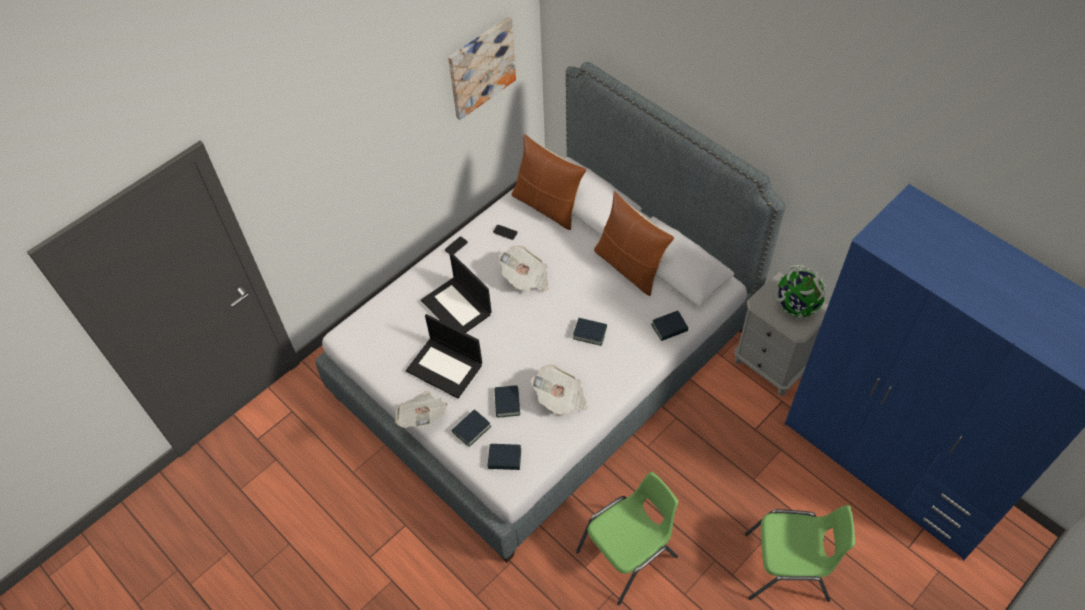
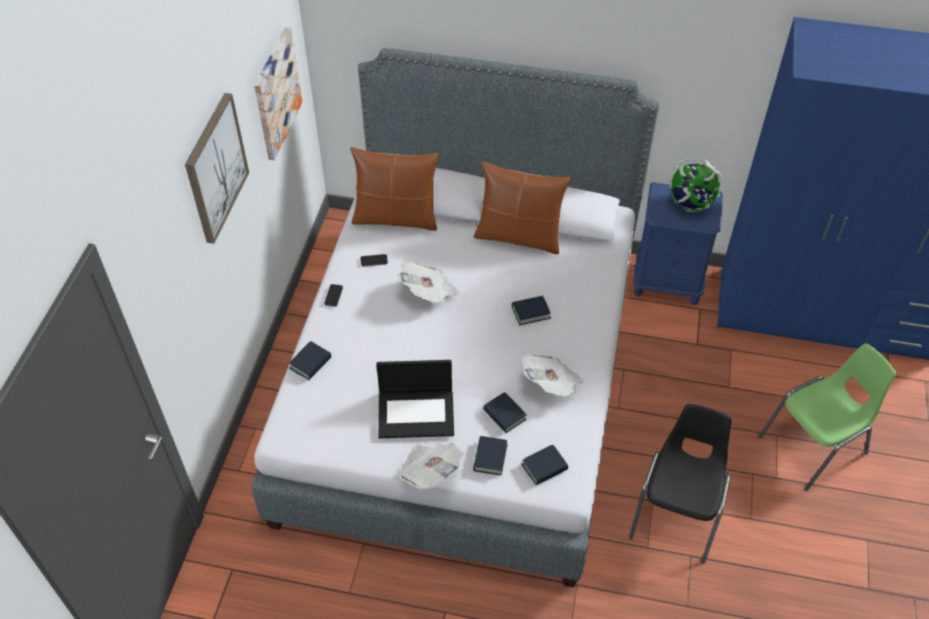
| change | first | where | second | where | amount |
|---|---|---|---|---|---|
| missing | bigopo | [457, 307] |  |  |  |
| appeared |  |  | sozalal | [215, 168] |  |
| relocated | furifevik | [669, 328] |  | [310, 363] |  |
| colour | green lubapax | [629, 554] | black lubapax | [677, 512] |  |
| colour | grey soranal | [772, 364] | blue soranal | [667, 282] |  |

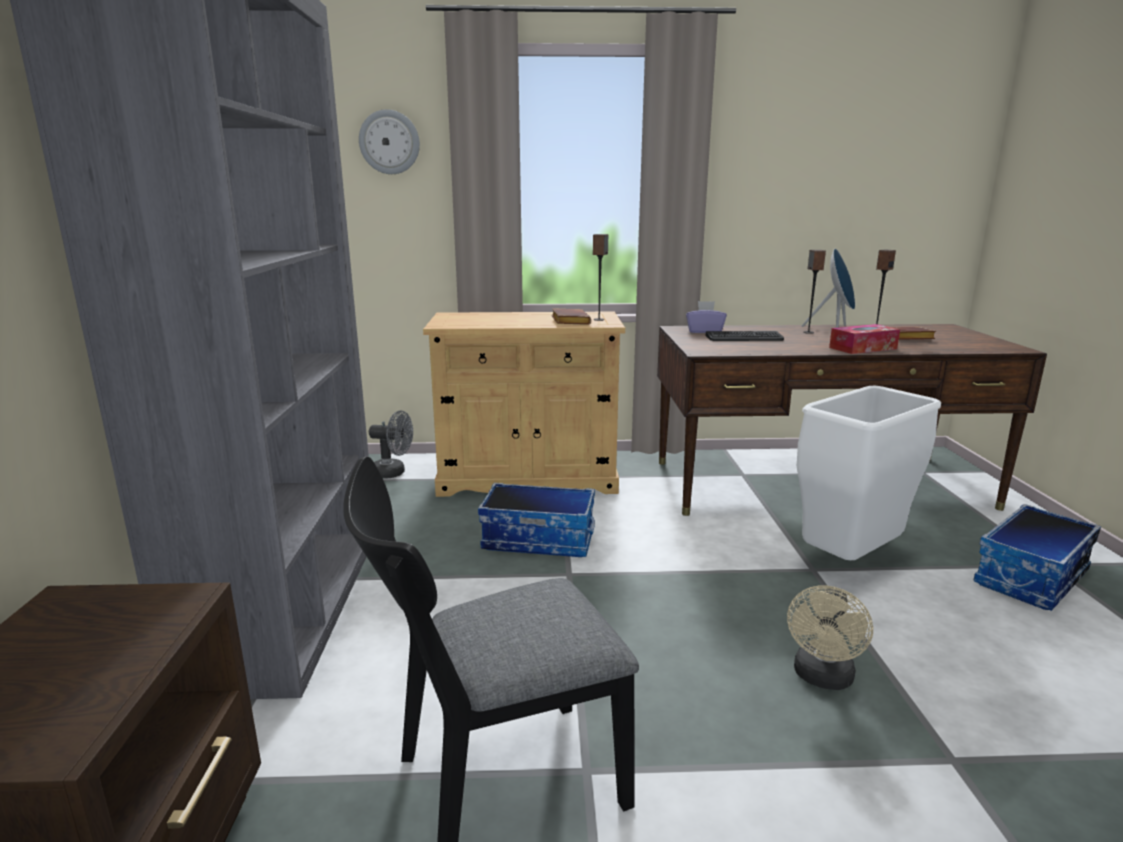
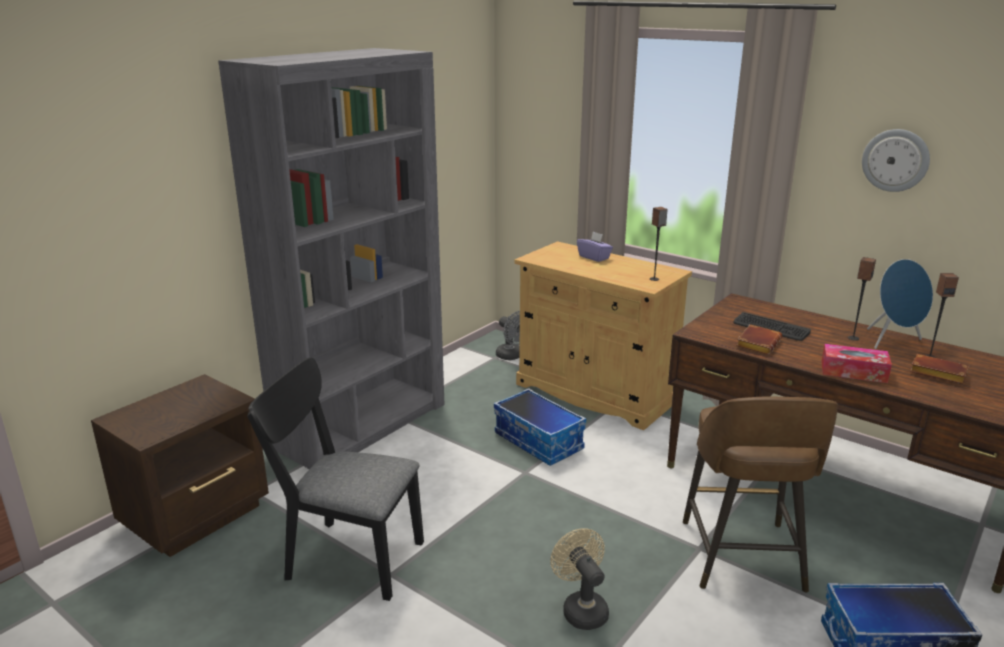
| change | first | where | second | where | amount |
|---|---|---|---|---|---|
| relocated | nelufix | [389, 142] |  | [895, 160] |  |
| relocated | brown furifevik | [568, 321] |  | [757, 343] |  |
| relocated | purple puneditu | [704, 331] |  | [594, 257] |  |
| exchanged | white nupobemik | [851, 561] | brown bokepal | [742, 558] |  |
| spun | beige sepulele | [822, 678] |  | [581, 608] | 90 degrees clockwise |

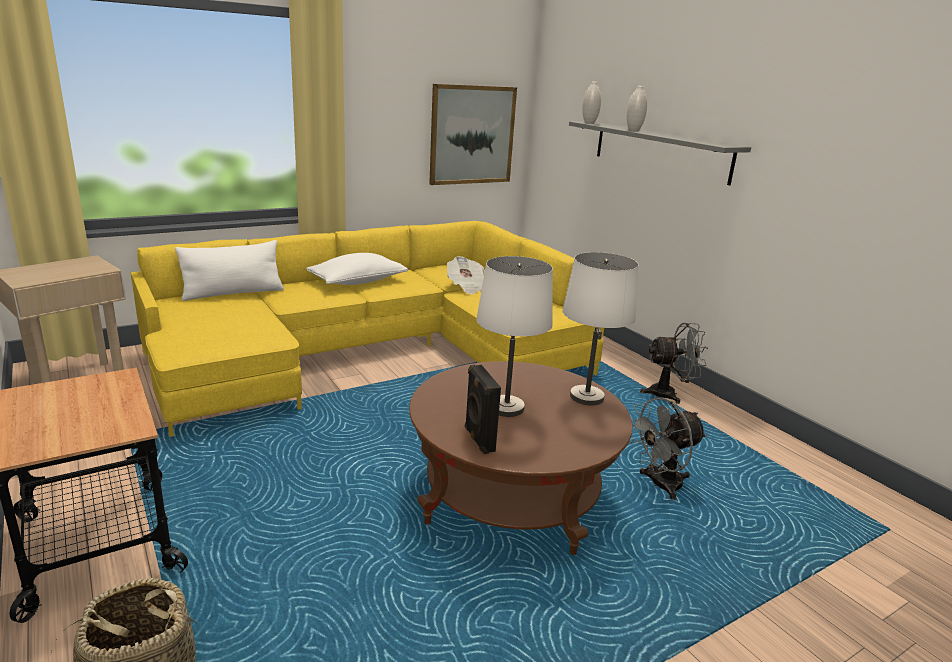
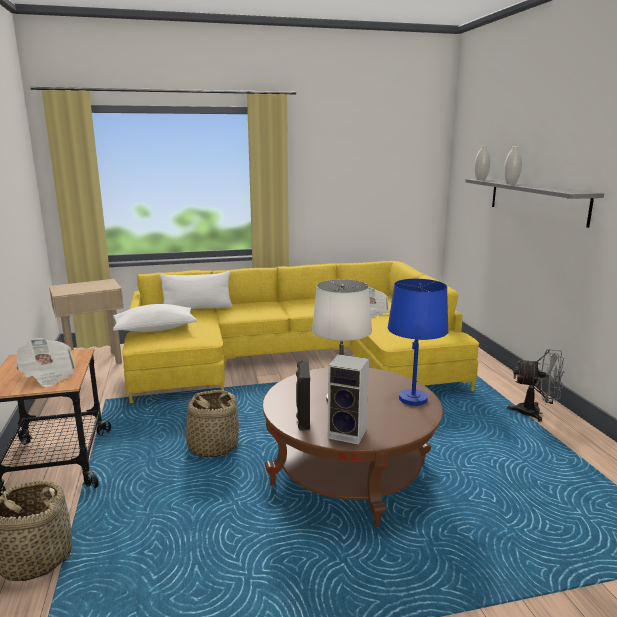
| change | first | where | second | where | amount |
|---|---|---|---|---|---|
| missing | sozalal | [472, 135] |  |  |  |
| missing | grey sepulele | [659, 485] |  |  |  |
| appeared |  |  | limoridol | [48, 375] |  |
| appeared |  |  | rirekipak | [213, 446] |  |
| appeared |  |  | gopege | [349, 434] |  |
| relocated | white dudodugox | [357, 282] |  | [155, 329] |  |
| colour | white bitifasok | [586, 397] | blue bitifasok | [412, 399] |  |

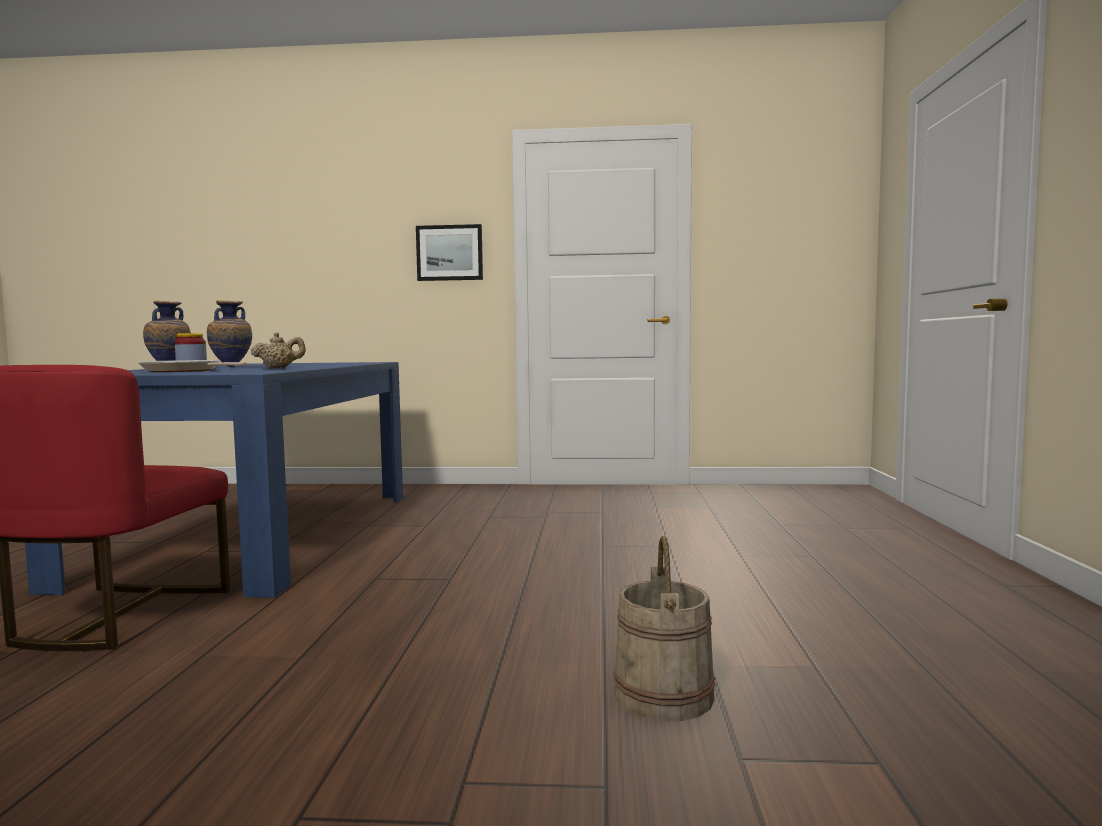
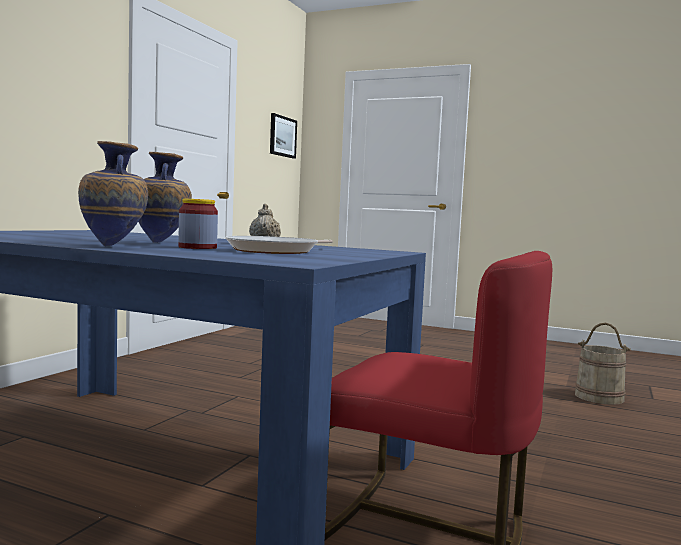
| change | first | where | second | where | amount |
|---|---|---|---|---|---|
| relocated | sozalal | [449, 253] |  | [282, 136] |  |

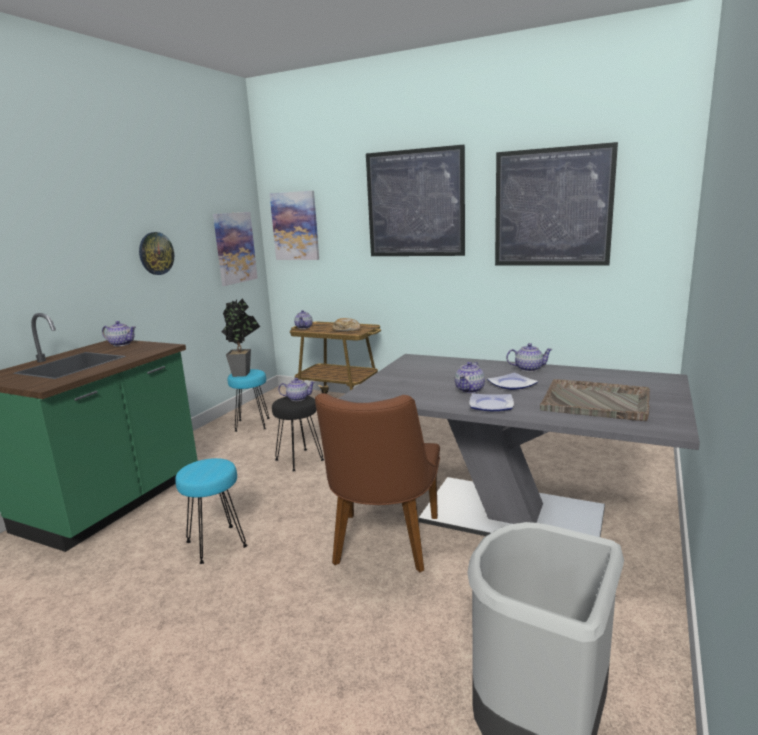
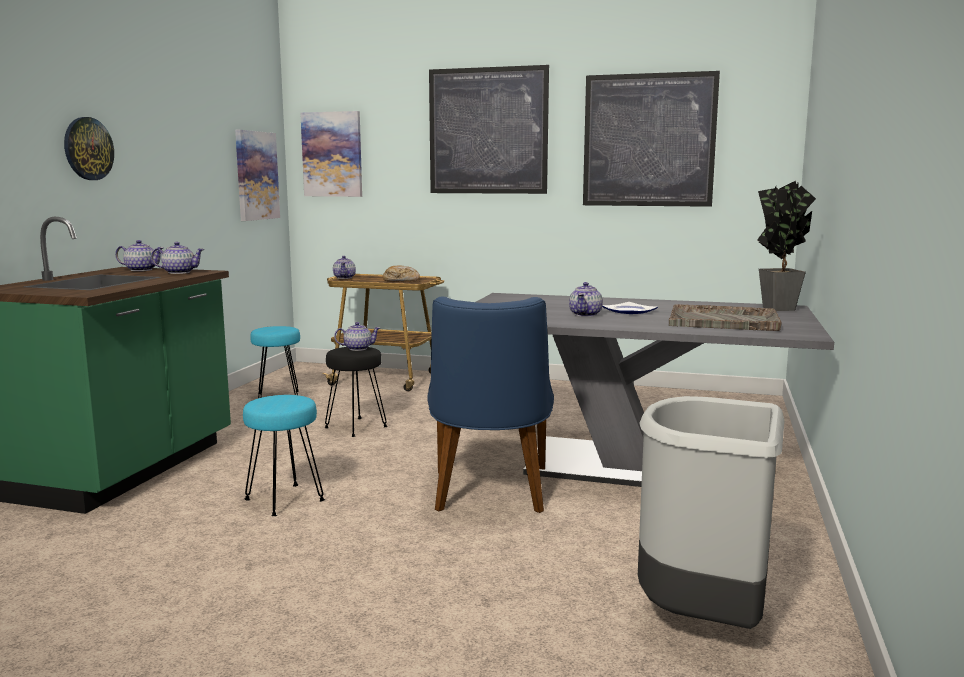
| change | first | where | second | where | amount |
|---|---|---|---|---|---|
| missing | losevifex | [492, 405] |  |  |  |
| relocated | nelufix | [156, 253] |  | [88, 148] |  |
| relocated | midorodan | [243, 373] |  | [779, 308] |  |
| relocated | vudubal | [528, 369] |  | [179, 272] |  |
| colour | brown lubapax | [382, 548] | blue lubapax | [489, 496] |  |

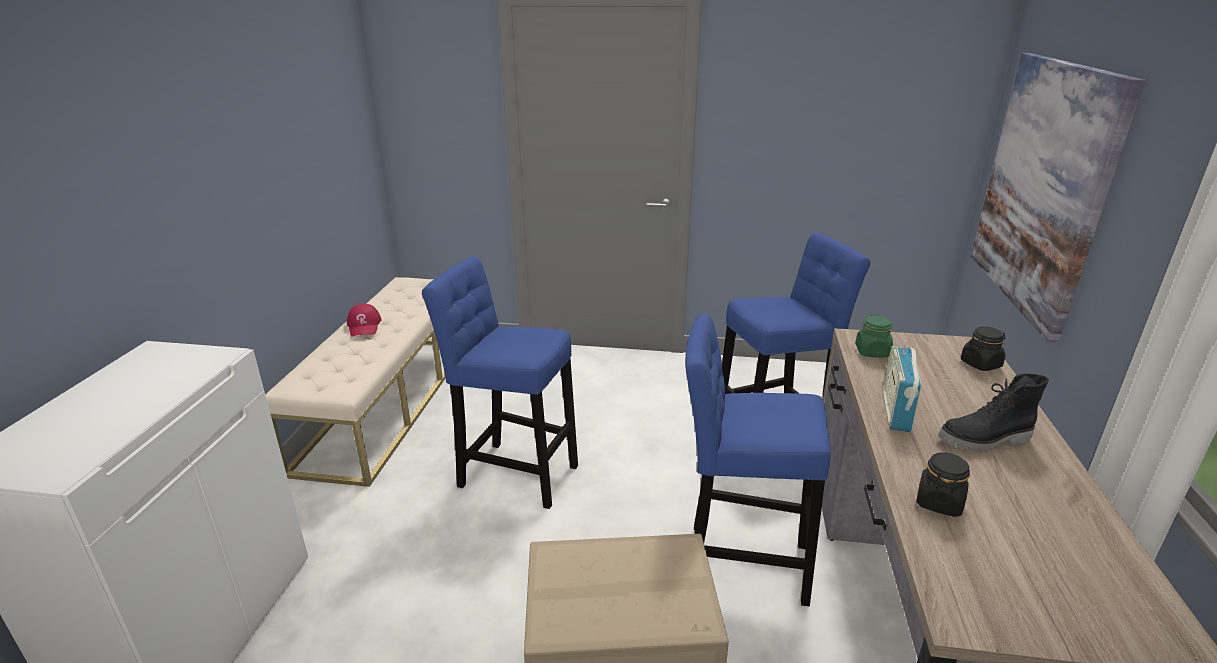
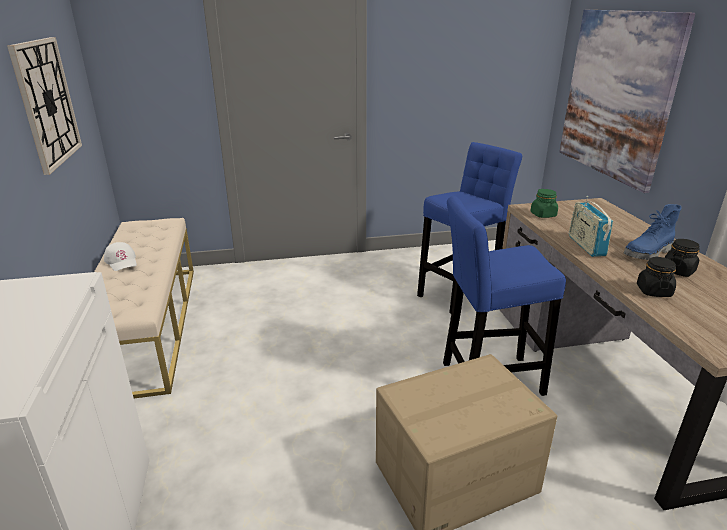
| change | first | where | second | where | amount |
|---|---|---|---|---|---|
| missing | blue bokepal | [513, 473] |  |  |  |
| appeared |  |  | nelufix | [47, 102] |  |
| relocated | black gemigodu | [980, 364] |  | [678, 271] |  |
| colour | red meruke | [364, 326] | white meruke | [122, 261] |  |
| colour | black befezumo | [985, 441] | blue befezumo | [648, 253] |  |

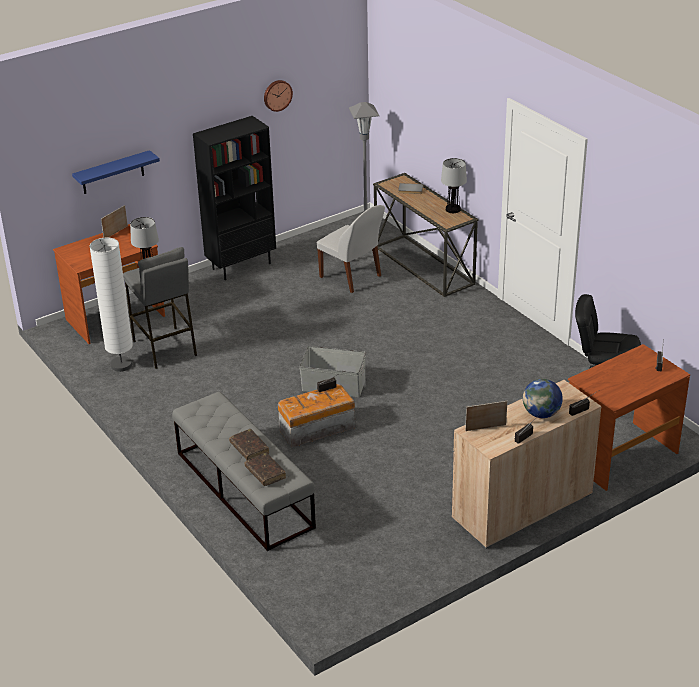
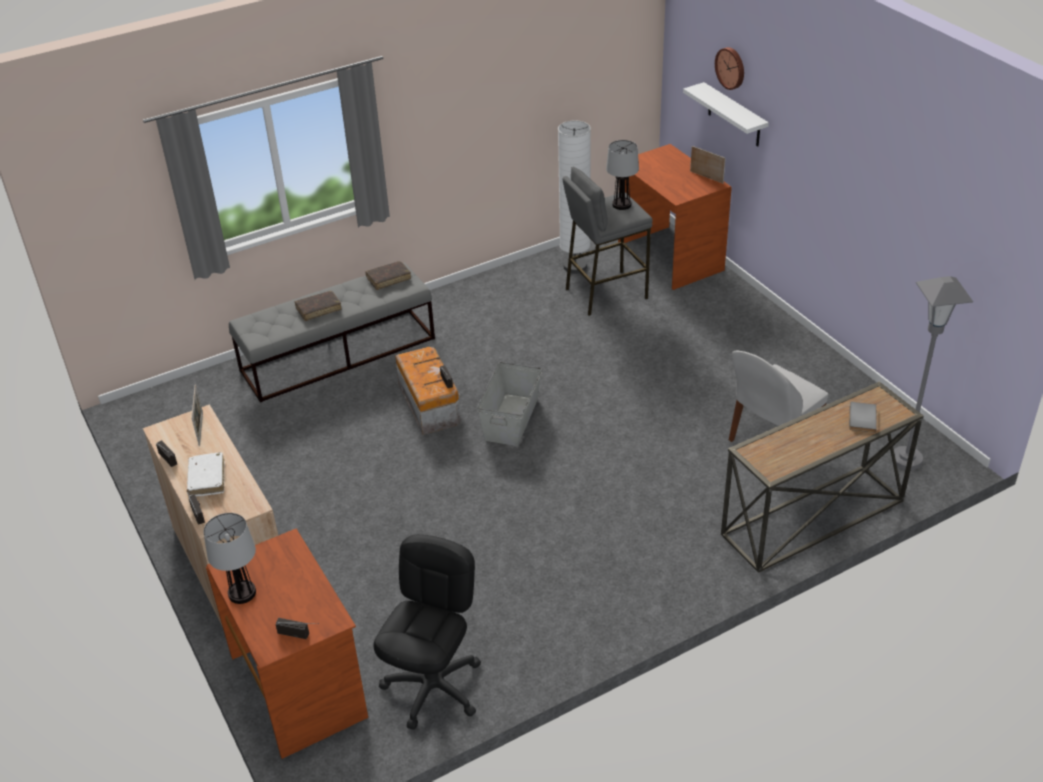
| change | first | where | second | where | amount |
|---|---|---|---|---|---|
| missing | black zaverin | [241, 266] |  |  |  |
| relocated | brown furifevik | [265, 473] |  | [388, 279] |  |
| relocated | nelufix | [277, 95] |  | [731, 68] |  |
| relocated | bitifasok | [453, 209] |  | [242, 593] |  |
| exchanged | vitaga | [541, 414] | white furifevik | [207, 479] |  |
| colour | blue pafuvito | [112, 173] | white pafuvito | [734, 115] |  |

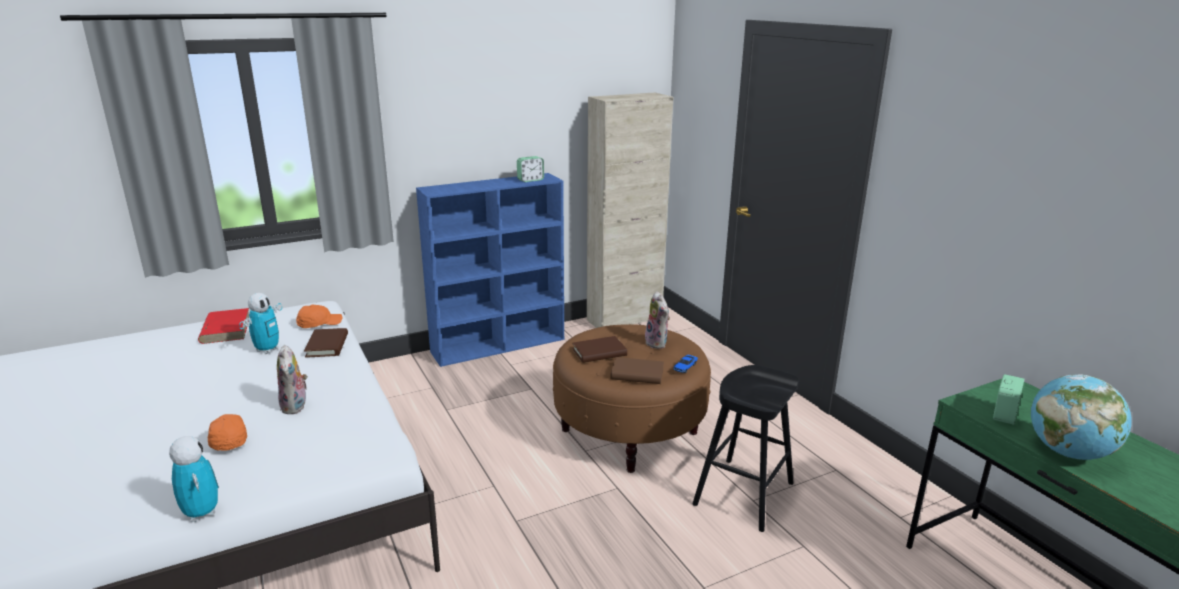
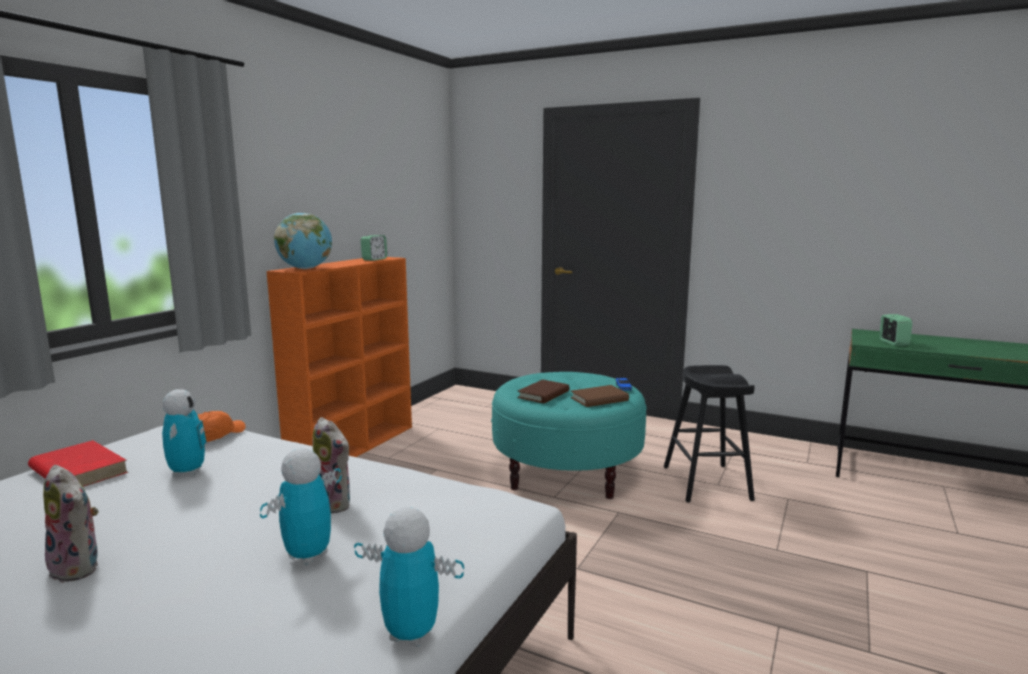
| change | first | where | second | where | amount |
|---|---|---|---|---|---|
| missing | brown furifevik | [327, 345] |  |  |  |
| missing | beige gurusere | [624, 319] |  |  |  |
| relocated | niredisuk | [658, 343] |  | [79, 567] |  |
| relocated | vitaga | [1068, 452] |  | [305, 269] |  |
| exchanged | orange meruke | [229, 439] | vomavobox | [308, 556] |  |
| colour | blue zaverin | [499, 345] | orange zaverin | [354, 446] |  |
| colour | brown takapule | [629, 431] | turquoise takapule | [567, 472] |  |

